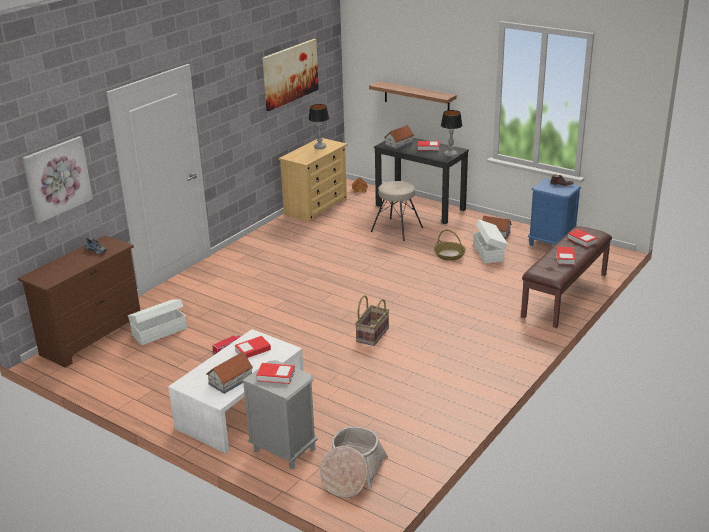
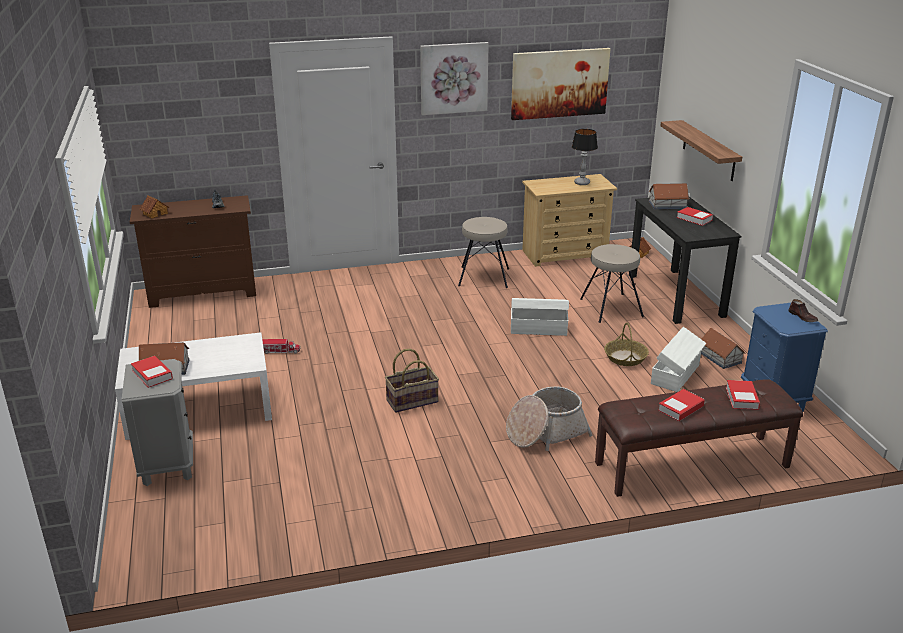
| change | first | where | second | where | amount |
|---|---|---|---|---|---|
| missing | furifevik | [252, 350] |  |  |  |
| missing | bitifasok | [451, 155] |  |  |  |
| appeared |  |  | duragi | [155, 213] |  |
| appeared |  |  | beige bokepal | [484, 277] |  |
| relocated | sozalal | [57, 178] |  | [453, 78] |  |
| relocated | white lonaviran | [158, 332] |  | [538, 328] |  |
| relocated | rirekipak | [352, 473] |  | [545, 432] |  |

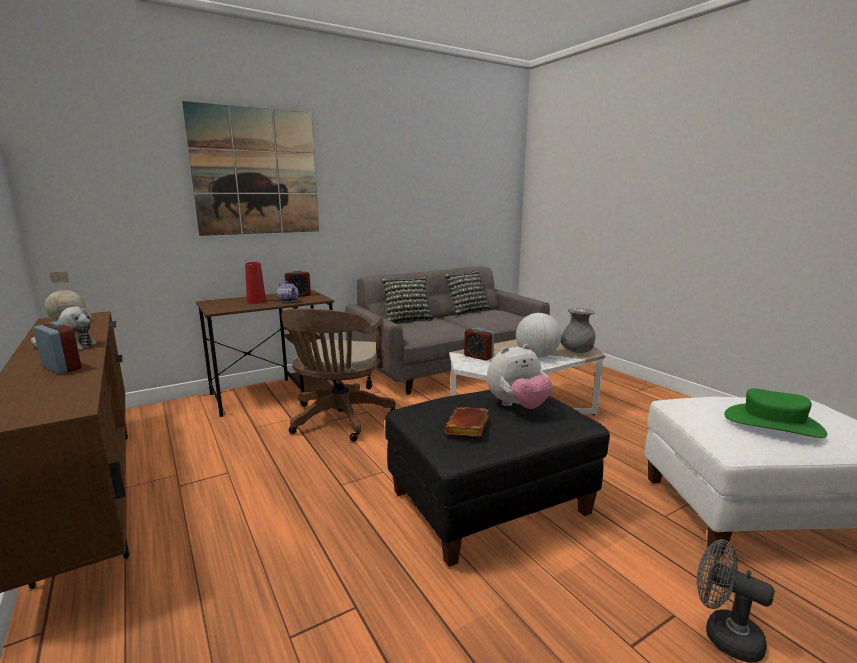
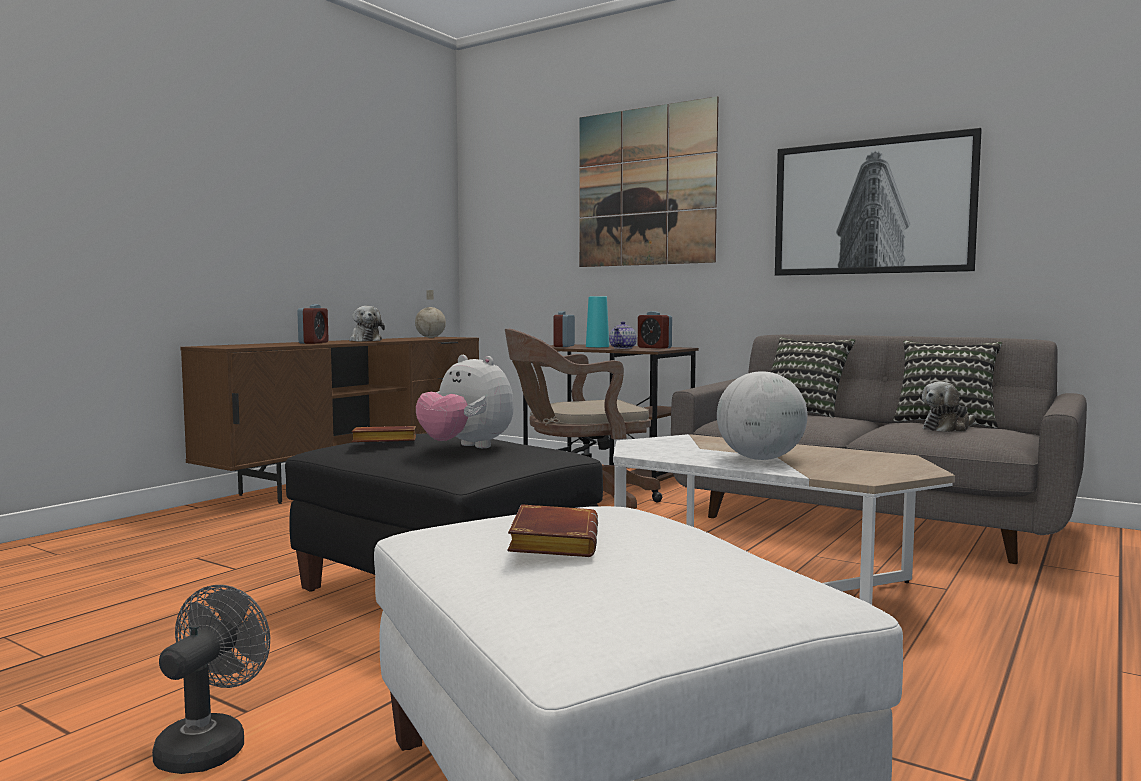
| change | first | where | second | where | amount |
|---|---|---|---|---|---|
| missing | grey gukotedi | [577, 352] |  |  |  |
| appeared |  |  | sozalal | [872, 207] |  |
| appeared |  |  | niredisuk | [947, 428] |  |
| relocated | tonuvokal | [478, 357] |  | [564, 346] |  |
| exchanged | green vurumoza | [773, 423] | brown furifevik | [551, 541] |  |
| colour | red gukotedi | [256, 301] | turquoise gukotedi | [597, 346] |  |

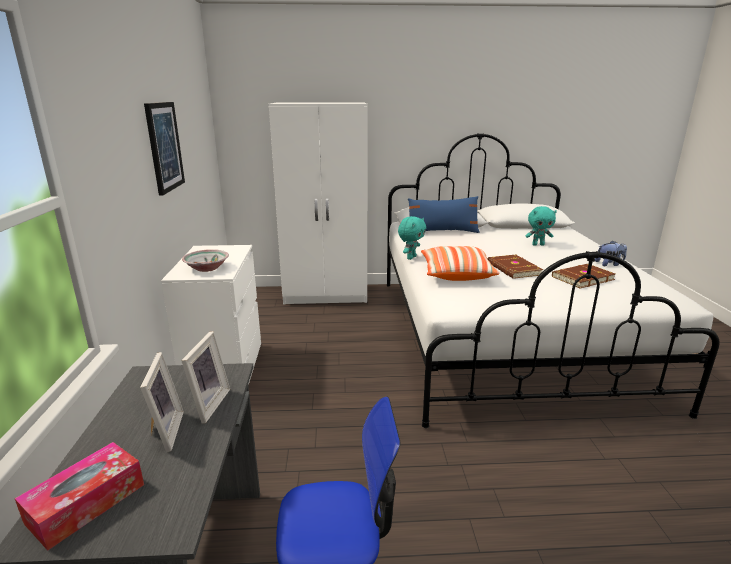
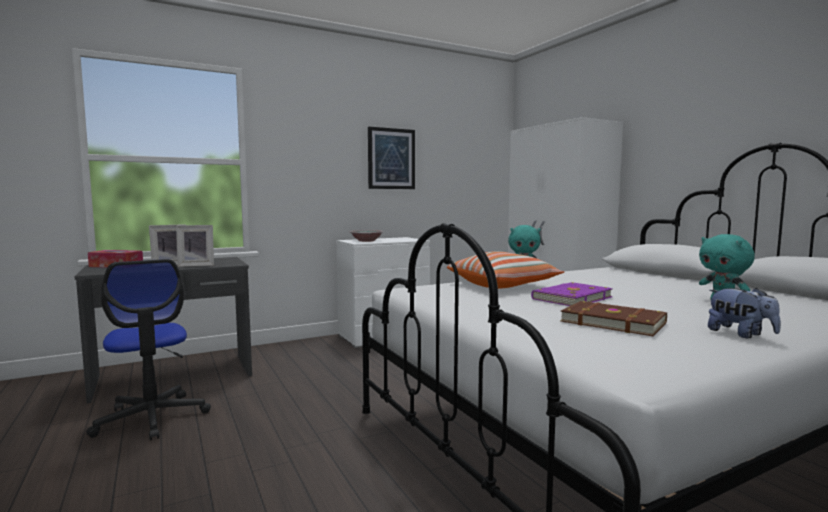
| change | first | where | second | where | amount |
|---|---|---|---|---|---|
| missing | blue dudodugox | [442, 232] |  |  |  |
| colour | brown furifevik | [513, 269] | purple furifevik | [570, 298] |  |

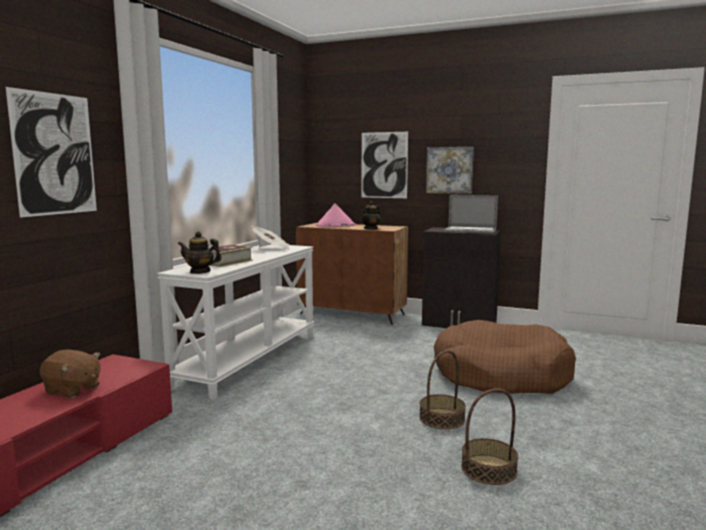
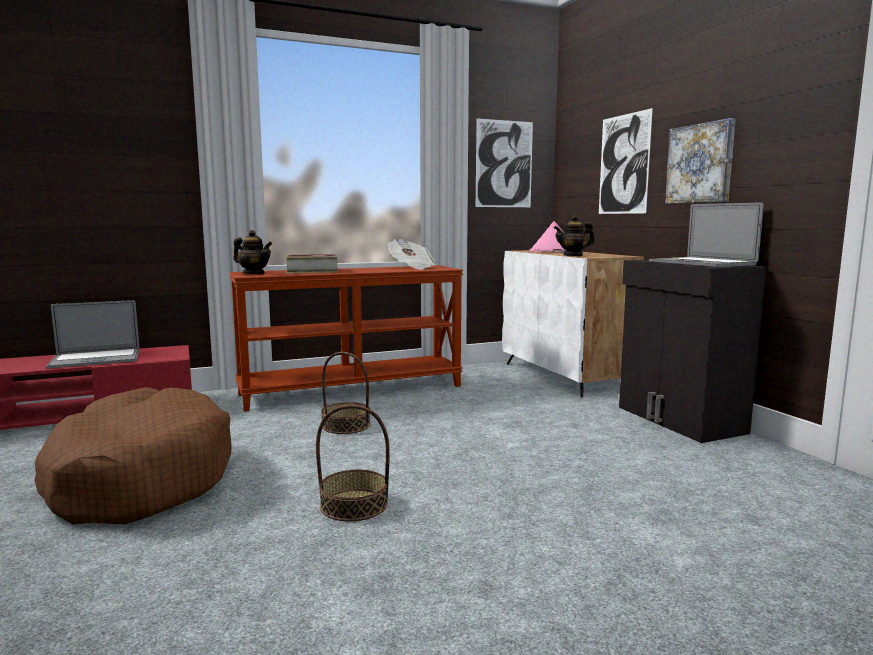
| change | first | where | second | where | amount |
|---|---|---|---|---|---|
| relocated | sozalal | [55, 154] |  | [504, 164] |  |
| relocated | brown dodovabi | [500, 374] |  | [139, 478] |  |
| relocated | rirekipak | [488, 469] |  | [346, 425] |  |
| exchanged | brown niredisuk | [72, 390] | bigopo | [96, 359] |  |
| colour | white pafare | [249, 359] | brown pafare | [352, 390] |  |
| colour | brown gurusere | [353, 314] | white gurusere | [564, 376] |  |
| spun | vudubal | [200, 271] |  | [254, 274] | 150 degrees clockwise |

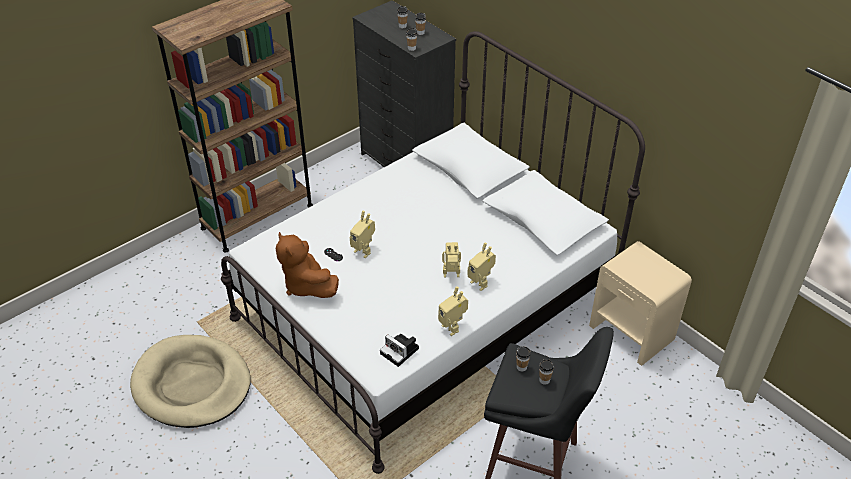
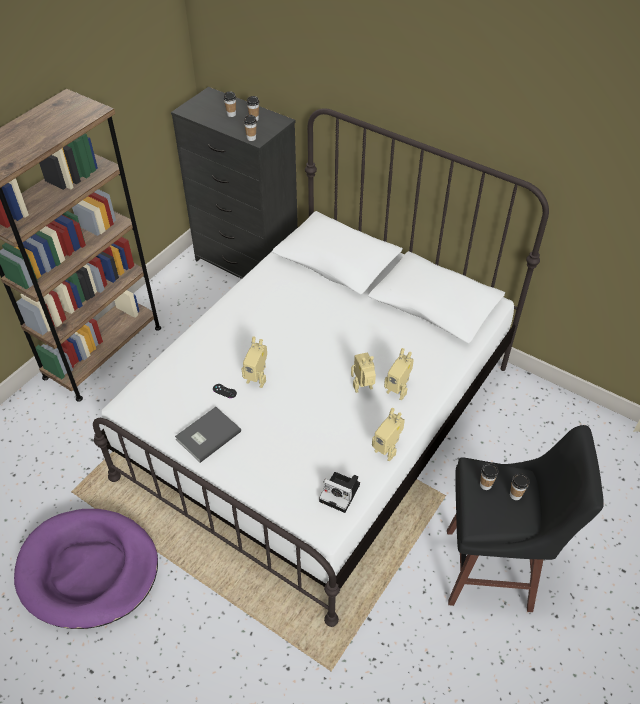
| change | first | where | second | where | amount |
|---|---|---|---|---|---|
| missing | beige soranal | [632, 332] |  |  |  |
| exchanged | brown niredisuk | [307, 285] | grey furifevik | [206, 435] |  |
| colour | beige dodovabi | [192, 384] | purple dodovabi | [88, 570] |  |

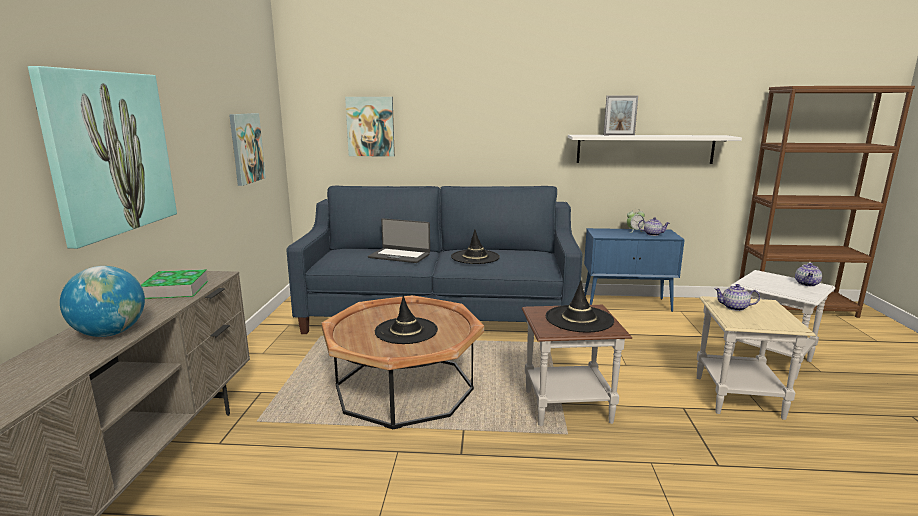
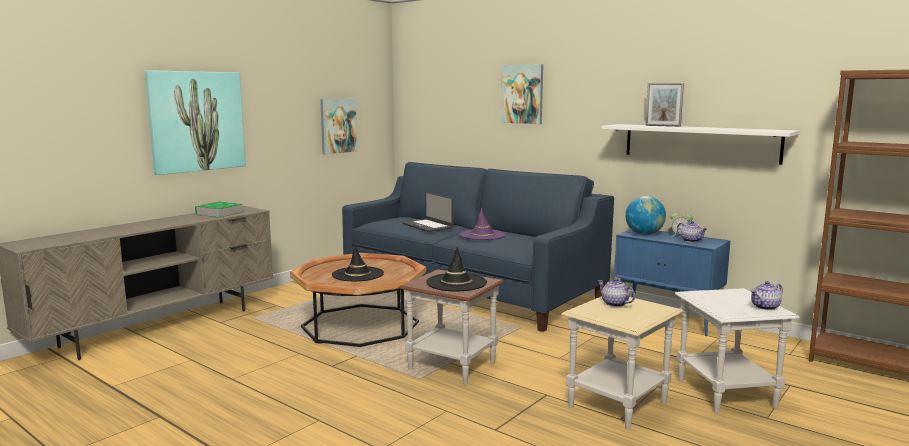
| change | first | where | second | where | amount |
|---|---|---|---|---|---|
| relocated | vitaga | [110, 333] |  | [644, 234] |  |
| relocated | sozalal | [370, 126] |  | [522, 94] |  |
| colour | black vurumoza | [475, 257] | purple vurumoza | [482, 235] |  |

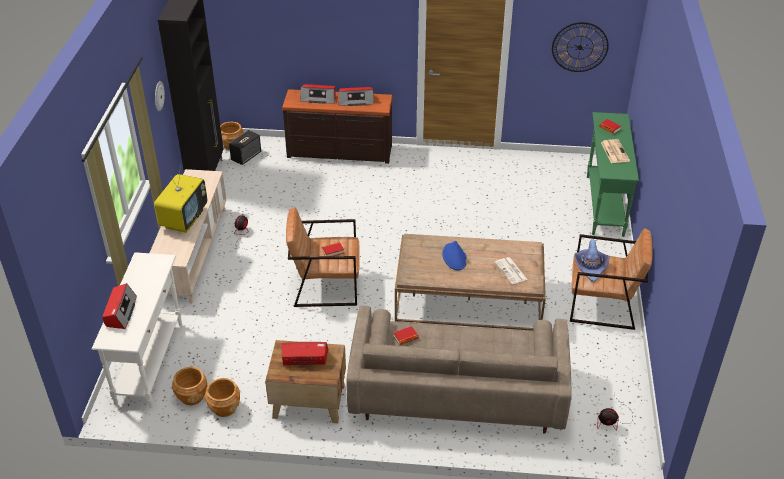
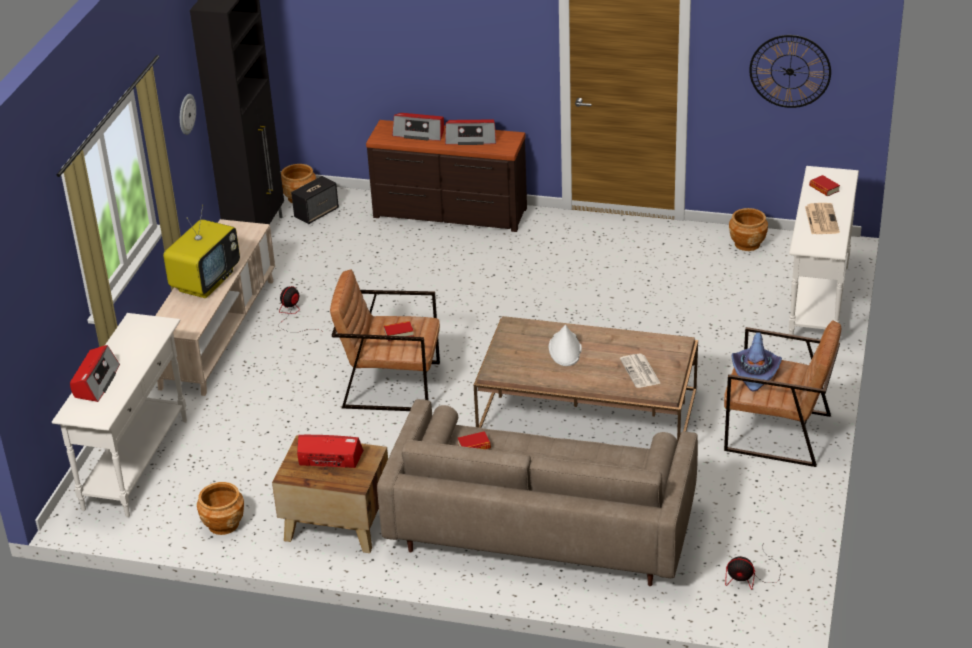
| change | first | where | second | where | amount |
|---|---|---|---|---|---|
| relocated | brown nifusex | [192, 396] |  | [747, 244] |  |
| colour | blue vurumoza | [454, 257] | white vurumoza | [565, 349] |  |
| colour | green pafare | [604, 206] | white pafare | [818, 303] |  |

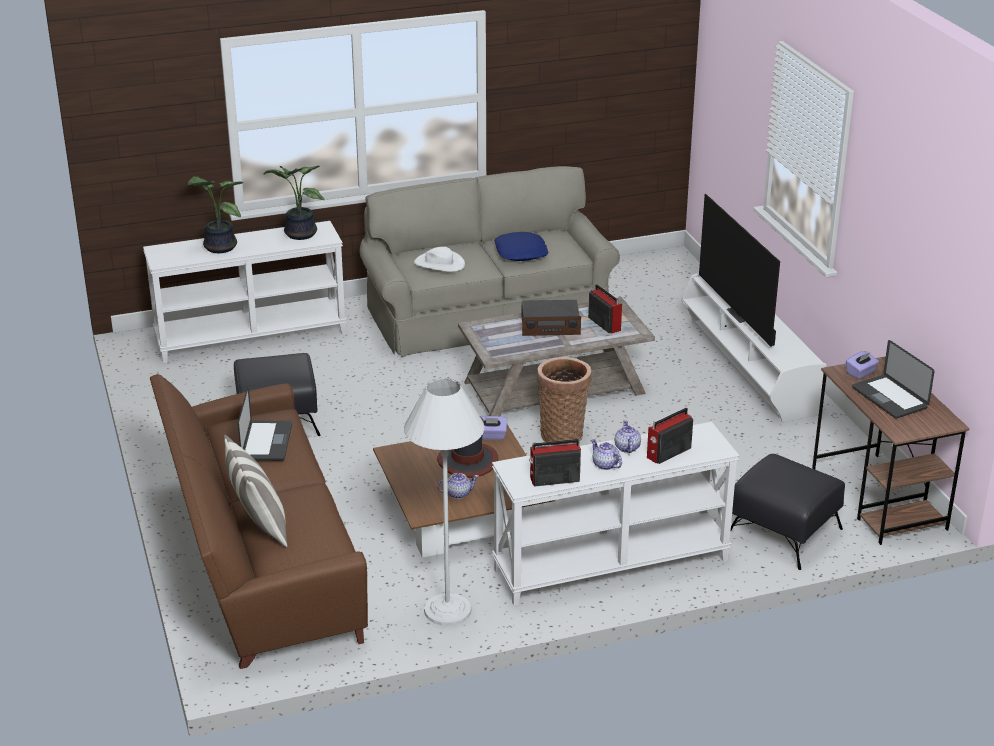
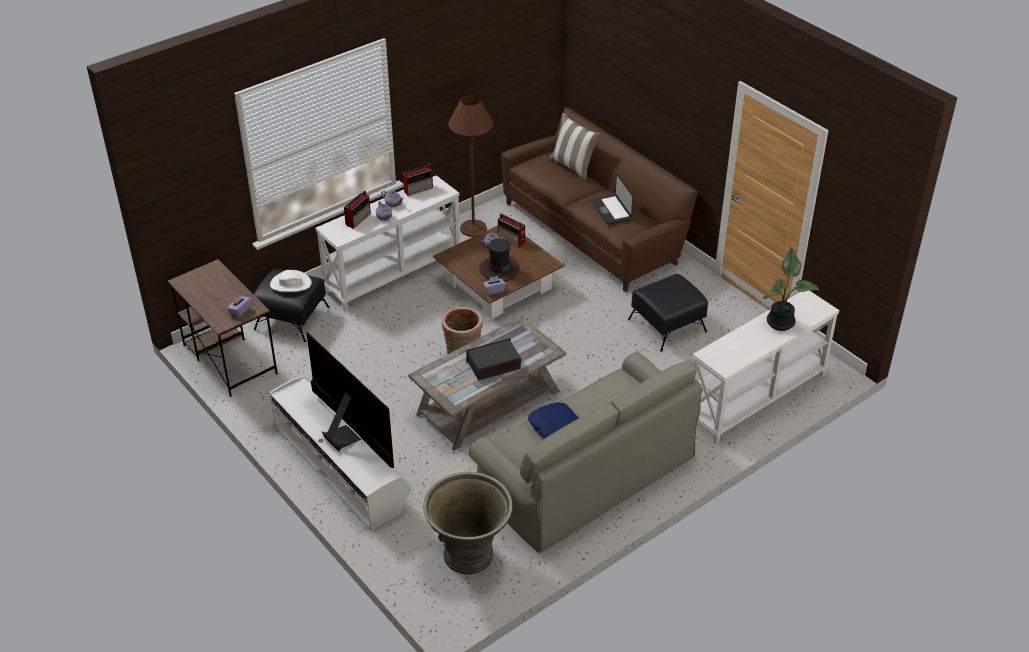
| change | first | where | second | where | amount |
|---|---|---|---|---|---|
| missing | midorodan | [298, 234] |  |  |  |
| missing | bigopo | [889, 398] |  |  |  |
| appeared |  |  | grey nifusex | [469, 556] |  |
| relocated | white vurumoza | [439, 264] |  | [290, 284] |  |
| relocated | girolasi | [604, 323] |  | [512, 239] |  |
| colour | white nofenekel | [447, 610] | brown nofenekel | [473, 228] |  |

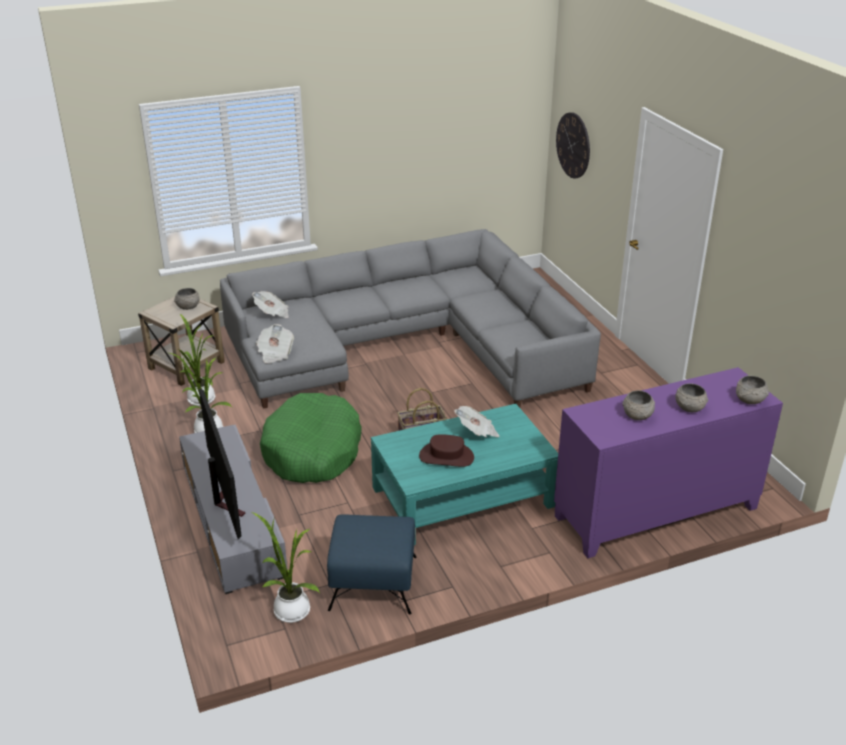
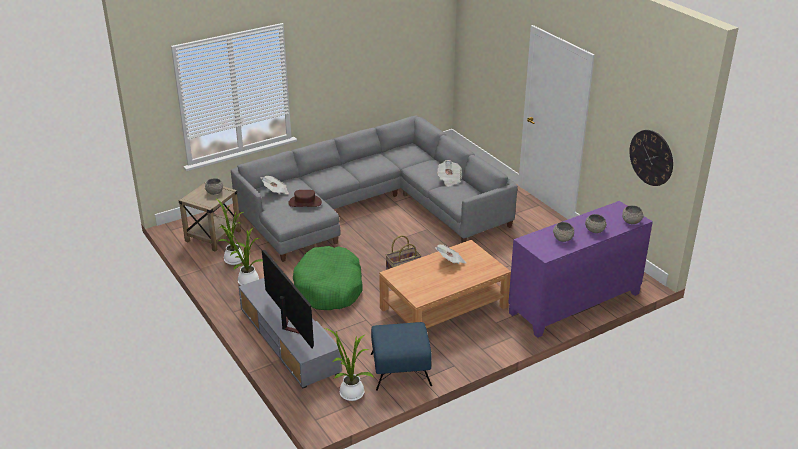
| change | first | where | second | where | amount |
|---|---|---|---|---|---|
| relocated | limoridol | [275, 353] |  | [449, 179] |  |
| relocated | brown vurumoza | [446, 456] |  | [305, 202] |  |
| relocated | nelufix | [573, 145] |  | [651, 157] |  |
| colour | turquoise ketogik | [463, 496] | brown ketogik | [444, 307] |  |

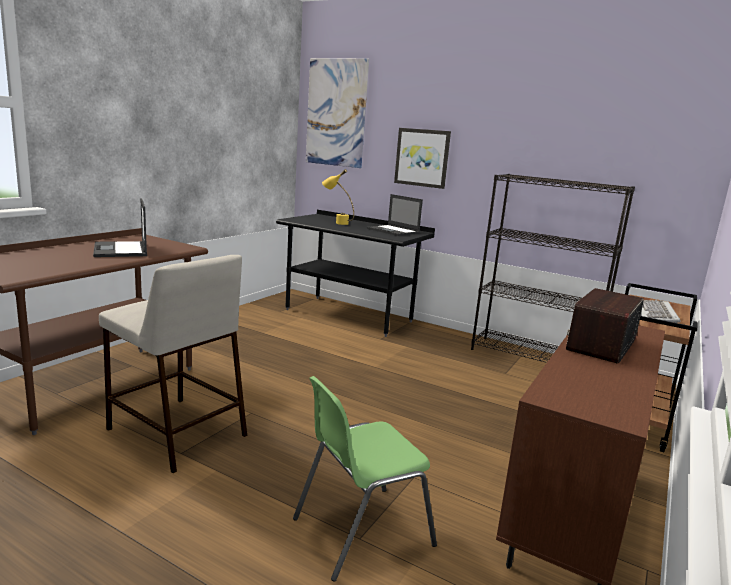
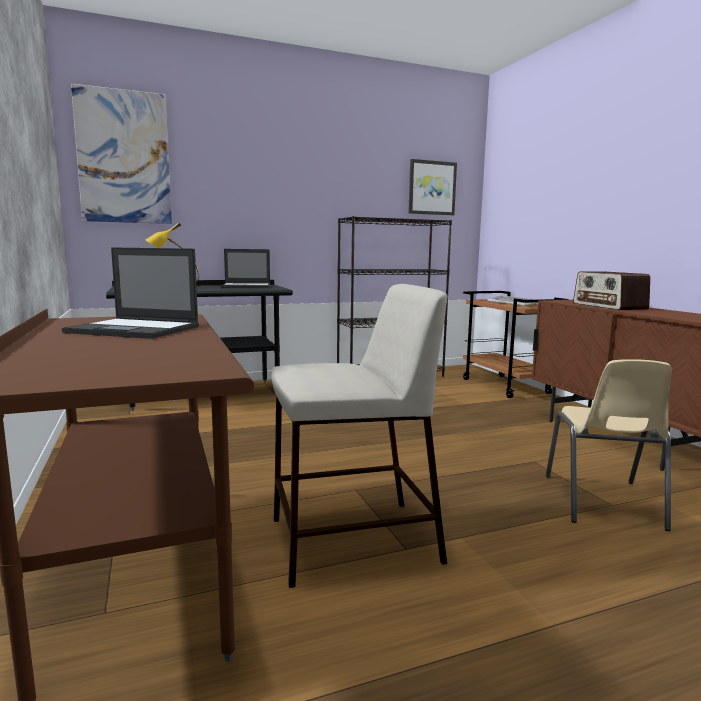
| change | first | where | second | where | amount |
|---|---|---|---|---|---|
| relocated | sozalal | [422, 157] |  | [431, 188] |  |
| colour | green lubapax | [360, 531] | beige lubapax | [602, 502] |  |

